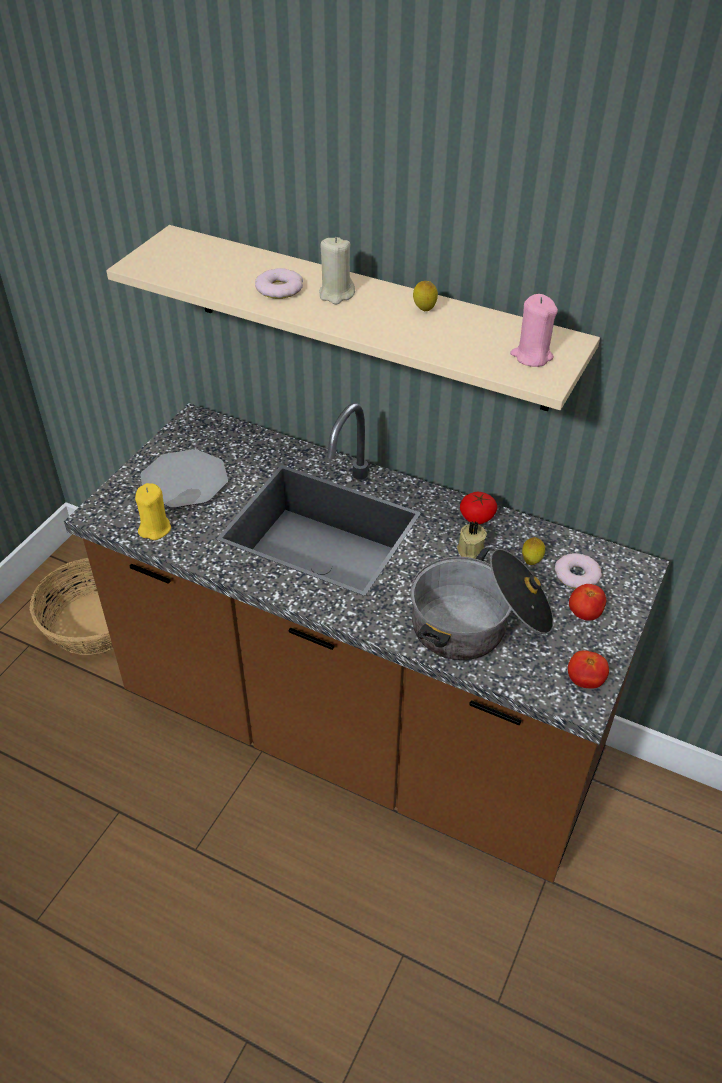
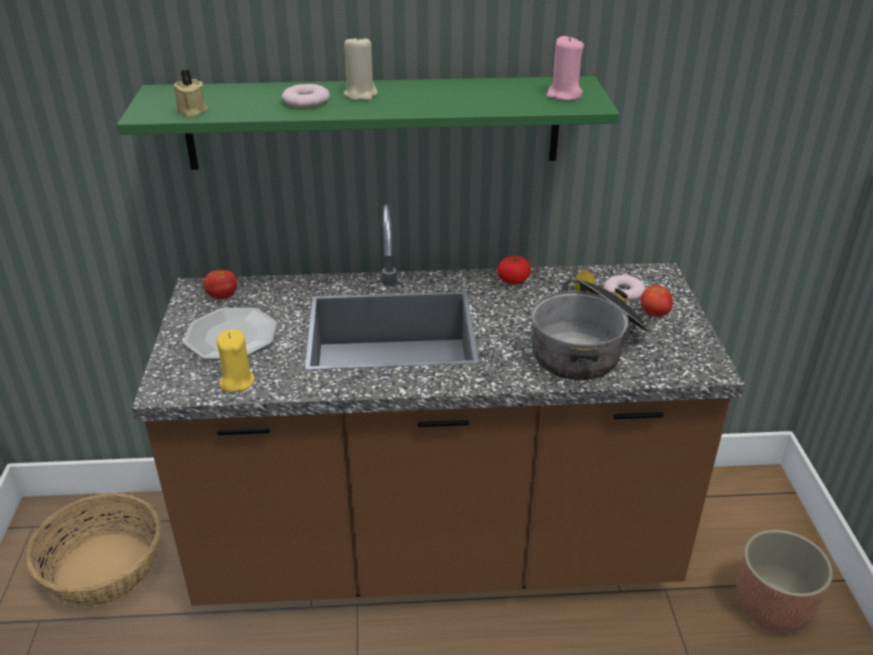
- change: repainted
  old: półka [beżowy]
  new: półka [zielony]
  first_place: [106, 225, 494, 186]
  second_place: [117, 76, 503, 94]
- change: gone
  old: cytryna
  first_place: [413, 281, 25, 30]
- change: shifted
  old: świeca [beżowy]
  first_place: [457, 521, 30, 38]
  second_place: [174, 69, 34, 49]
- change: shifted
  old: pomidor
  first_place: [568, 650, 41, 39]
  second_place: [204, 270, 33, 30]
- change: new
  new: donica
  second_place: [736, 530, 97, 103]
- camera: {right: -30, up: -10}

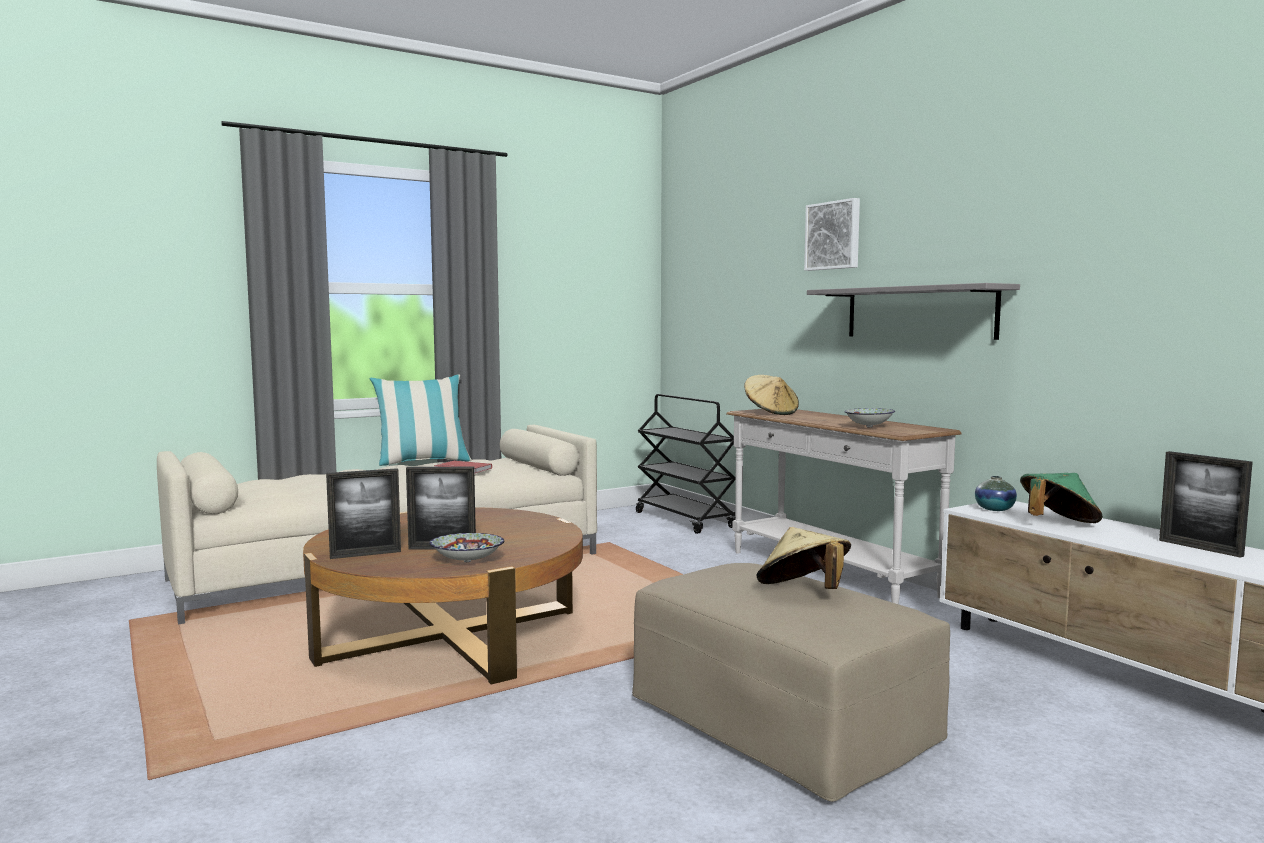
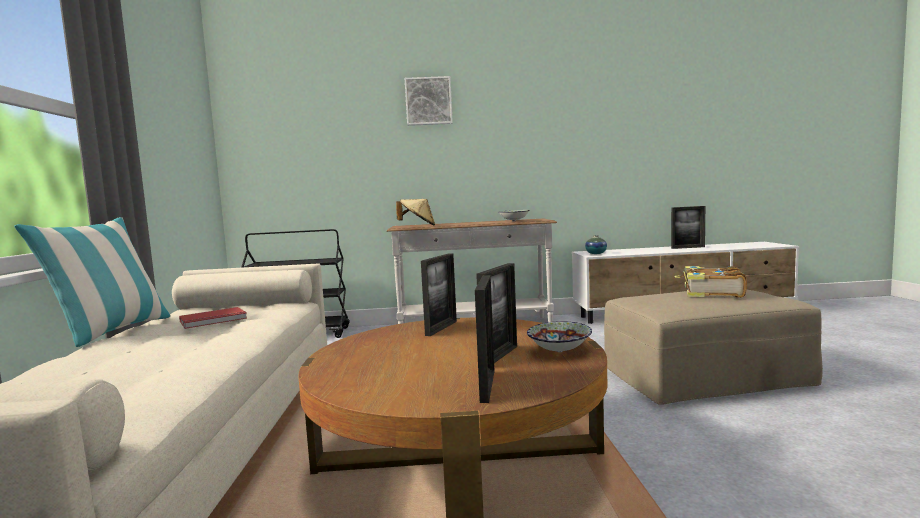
- change: gone
  old: półka [szary]
  first_place: [807, 283, 213, 57]
- change: gone
  old: kapelusz [zielony]
  first_place: [1020, 473, 83, 50]
- change: swapped
  old: kapelusz [beżowy]
  new: książka
  first_place: [757, 527, 94, 62]
  second_place: [674, 266, 73, 32]
- change: new
  new: ramka na zdjęcie
  second_place: [421, 253, 36, 83]
- camera: {right: -60, up: 0}

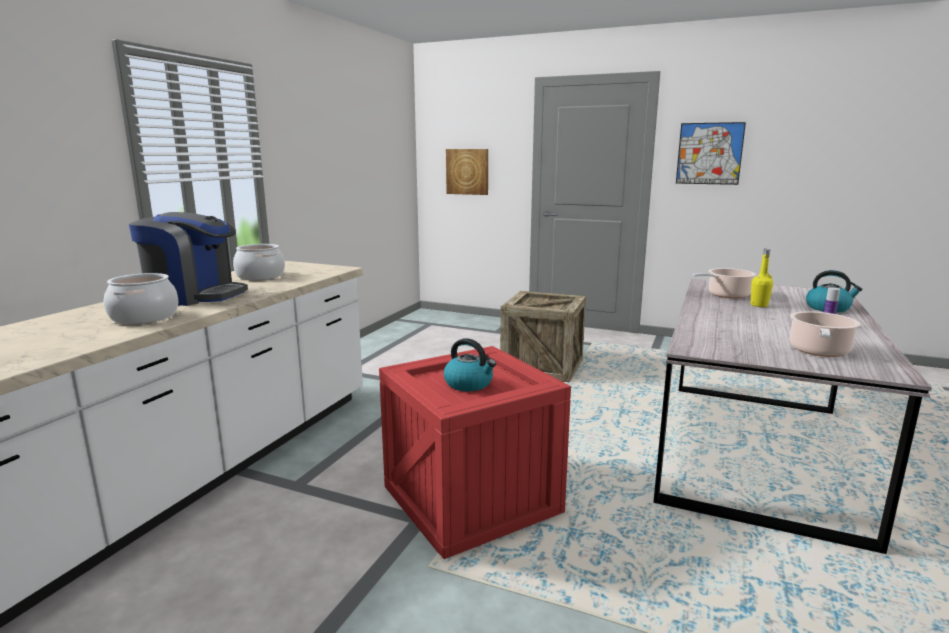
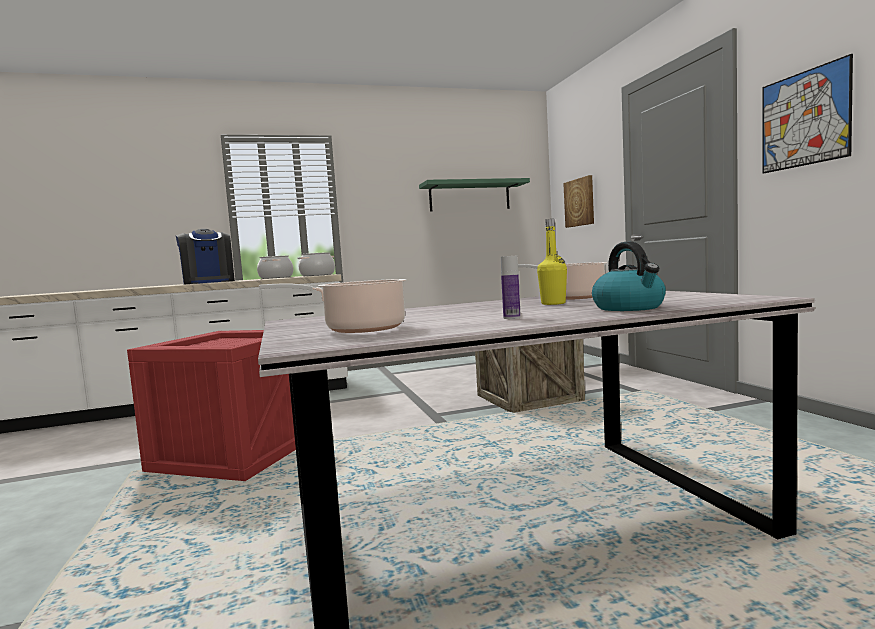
- change: shifted
  old: garnek
  first_place: [104, 273, 74, 51]
  second_place: [298, 252, 37, 24]
- change: gone
  old: czajnik
  first_place: [444, 338, 52, 53]
- change: new
  new: półka [zielony]
  second_place: [419, 178, 111, 33]
- camera: {right: 50, up: -10}

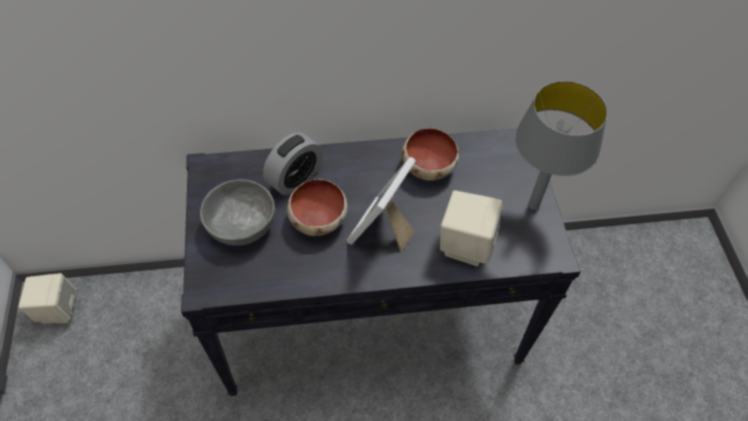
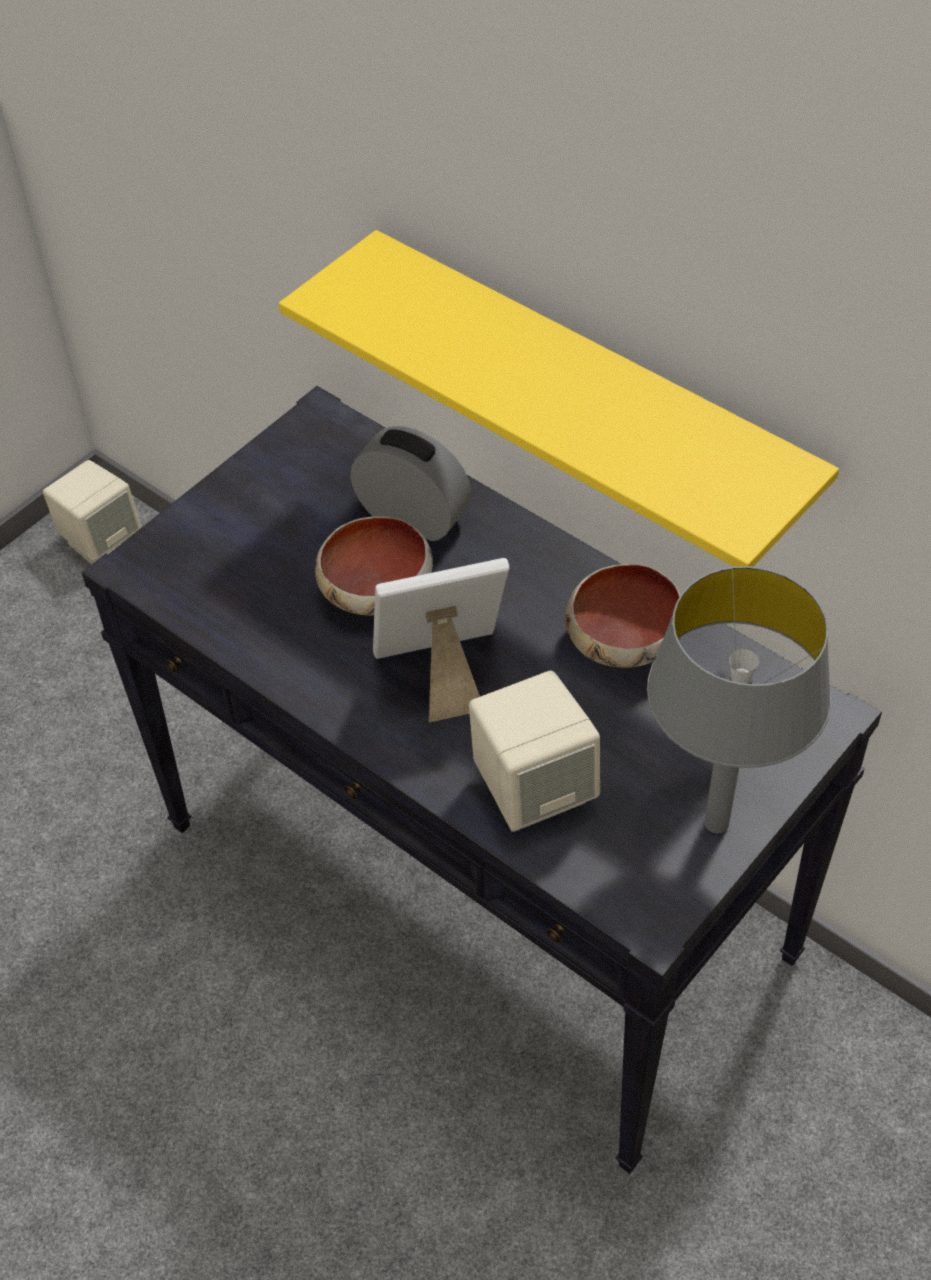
- change: rotated
  old: budzik
  first_place: [263, 132, 60, 64]
  second_place: [351, 426, 120, 115]
  degrees: -150
- change: gone
  old: miska [szary]
  first_place: [200, 179, 75, 67]
- change: new
  new: półka [żółty]
  second_place: [279, 230, 560, 337]
- camera: {right: 50, up: -5}

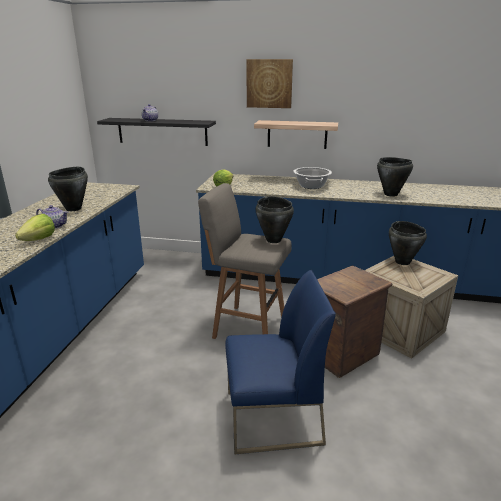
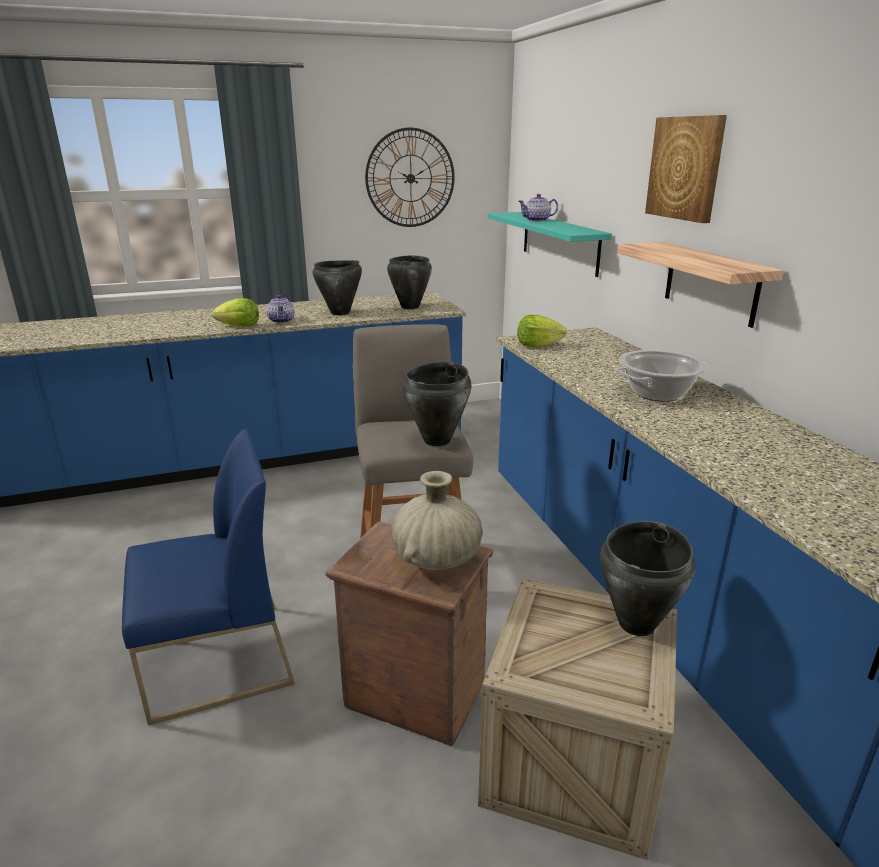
- change: repainted
  old: półka [czarny]
  new: półka [turkusowy]
  first_place: [97, 118, 119, 28]
  second_place: [487, 212, 125, 65]
- change: shifted
  old: garnek [czarny]
  first_place: [377, 157, 36, 40]
  second_place: [387, 255, 45, 54]
- change: rotated
  old: krzesło [niebieski]
  first_place: [225, 270, 111, 184]
  second_place: [122, 428, 173, 298]
  degrees: -75
- change: new
  new: zegar ścienny
  second_place: [365, 127, 90, 100]
- change: new
  new: wazon [beżowy]
  second_place: [391, 471, 92, 99]
- camera: {right: 60, up: 0}

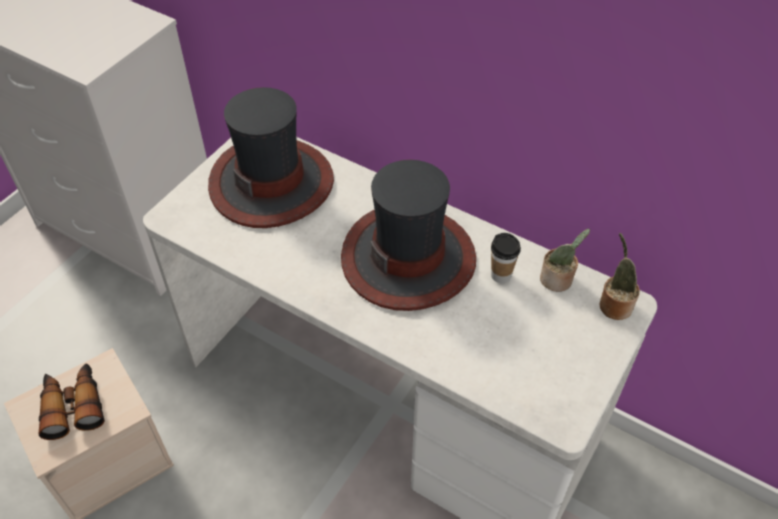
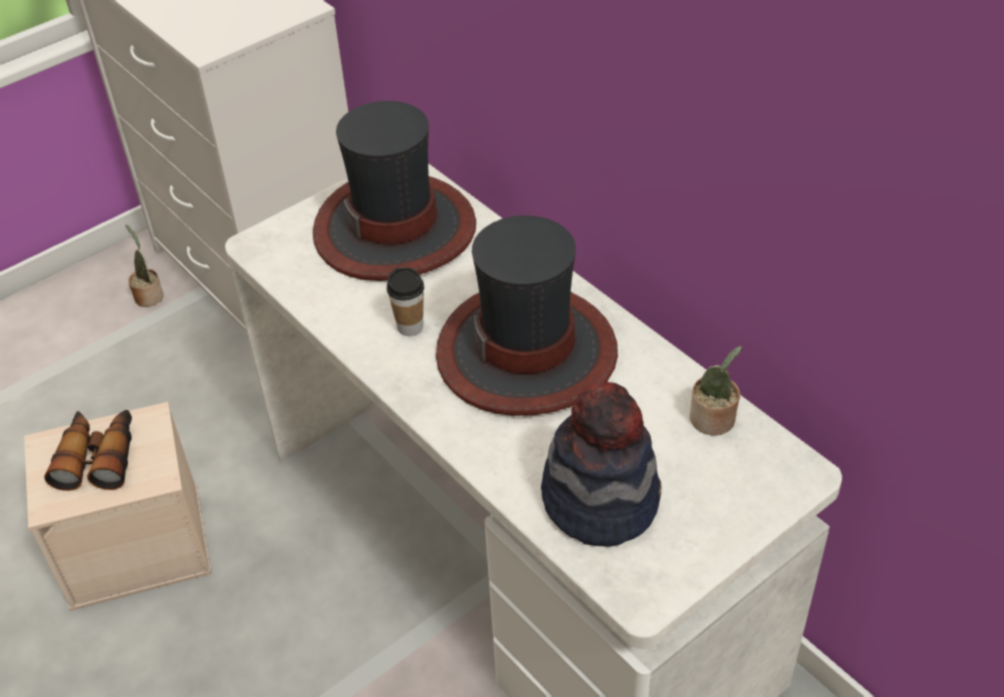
- change: shifted
  old: filiżanka
  first_place: [491, 233, 30, 50]
  second_place: [387, 267, 37, 69]
- change: shifted
  old: roślina doniczkowa
  first_place: [600, 233, 40, 87]
  second_place: [125, 225, 39, 82]
- change: new
  new: kapelusz
  second_place: [541, 382, 120, 165]
- camera: {right: 20, up: -5}

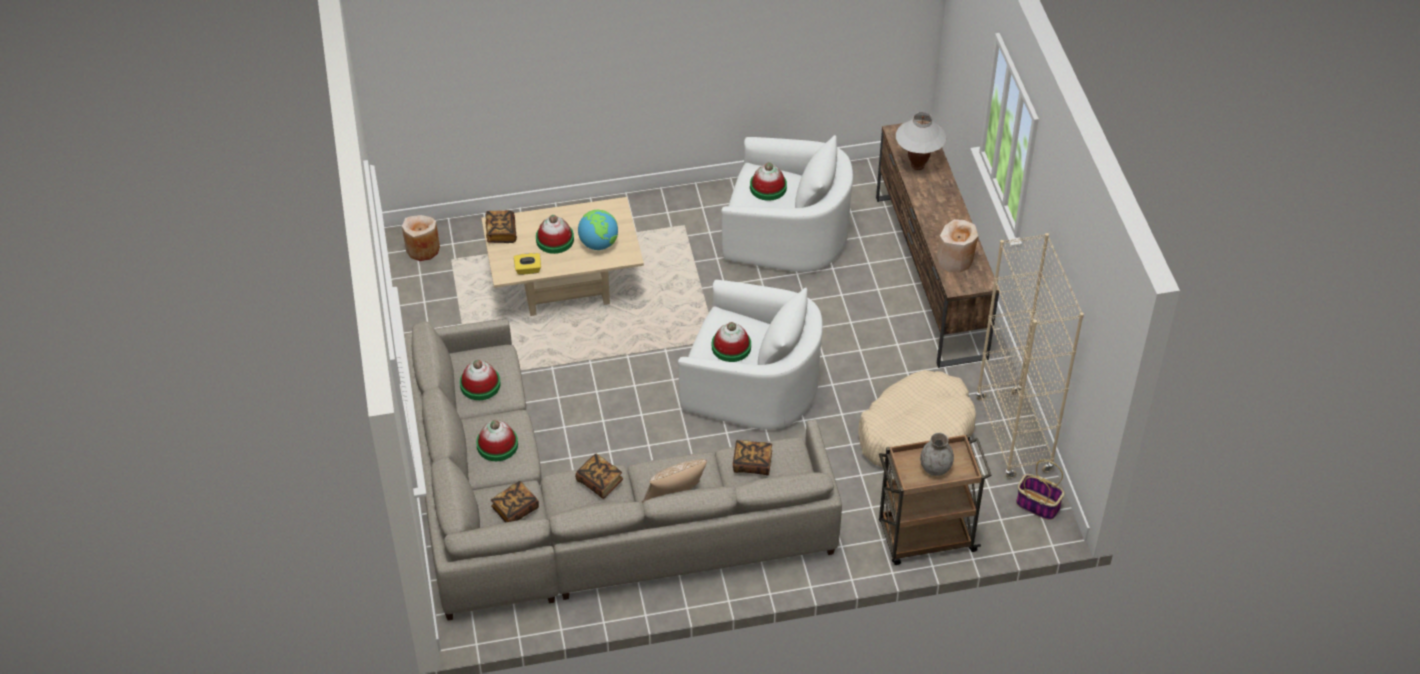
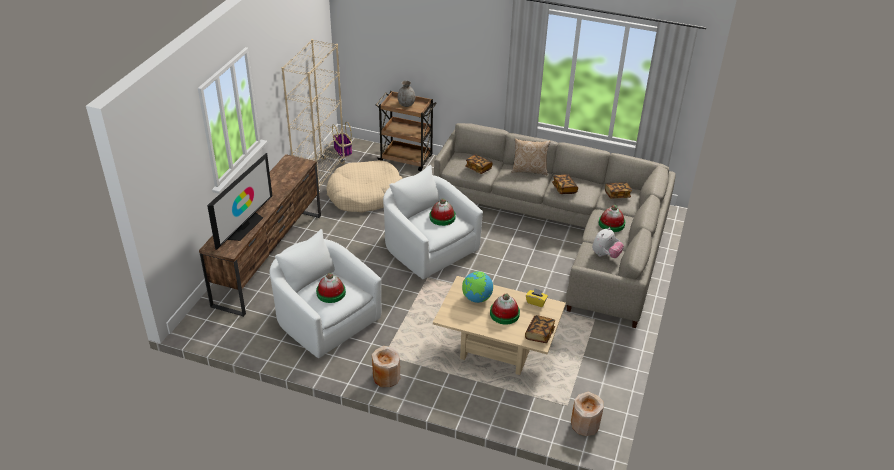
- change: swapped
  old: lampa stołowa [biały]
  new: telewizor
  first_place: [896, 112, 50, 58]
  second_place: [207, 153, 65, 97]
- change: shifted
  old: wazon [beżowy]
  first_place: [937, 219, 41, 54]
  second_place: [372, 346, 28, 41]
- change: swapped
  old: kapelusz
  new: pluszak
  first_place: [460, 360, 41, 40]
  second_place: [592, 228, 32, 30]
- camera: {right: -150, up: -10}

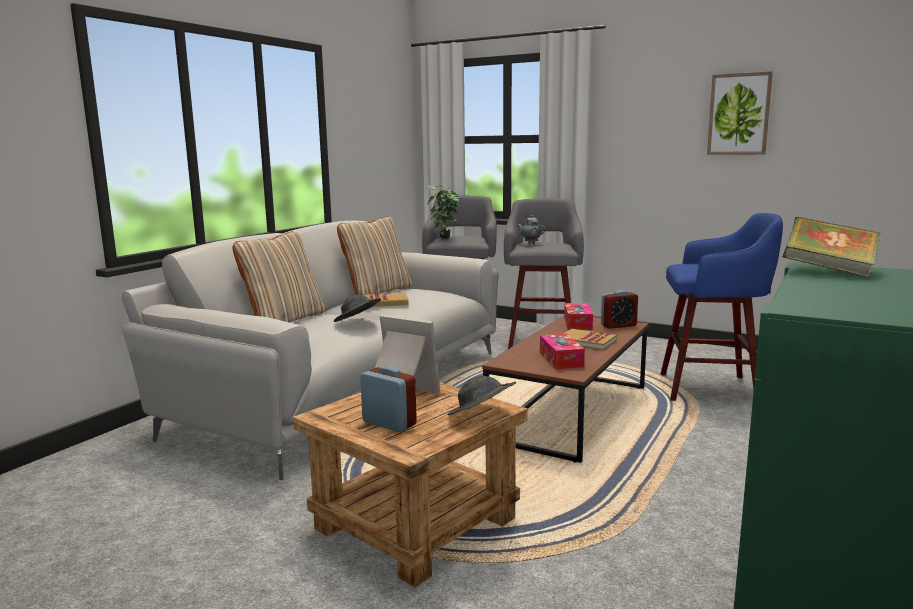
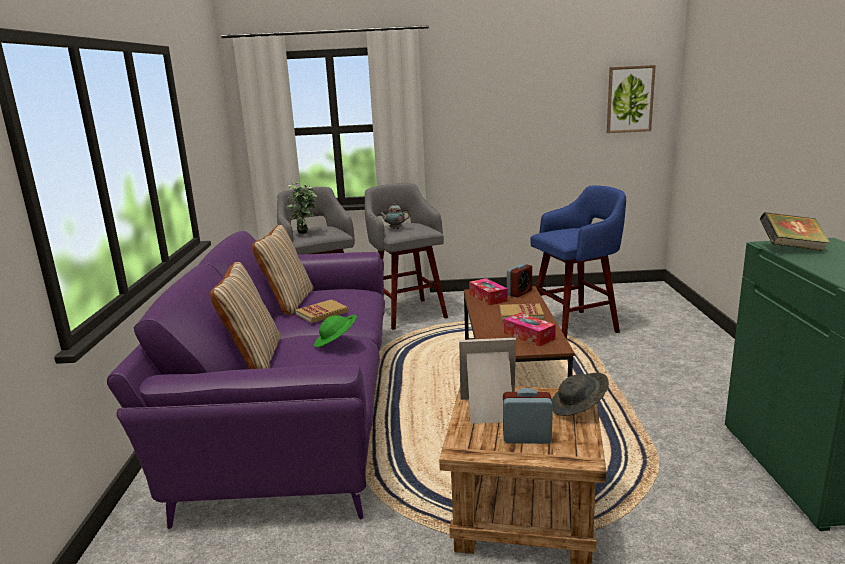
- change: shifted
  old: obraz
  first_place: [707, 71, 66, 84]
  second_place: [607, 65, 49, 68]
- change: repainted
  old: kanapa [szary]
  new: kanapa [fioletowy]
  first_place: [122, 221, 377, 259]
  second_place: [107, 231, 278, 298]
- change: repainted
  old: kapelusz [szary]
  new: kapelusz [zielony]
  first_place: [334, 295, 47, 27]
  second_place: [314, 315, 43, 33]
- camera: {right: -30, up: 5}

